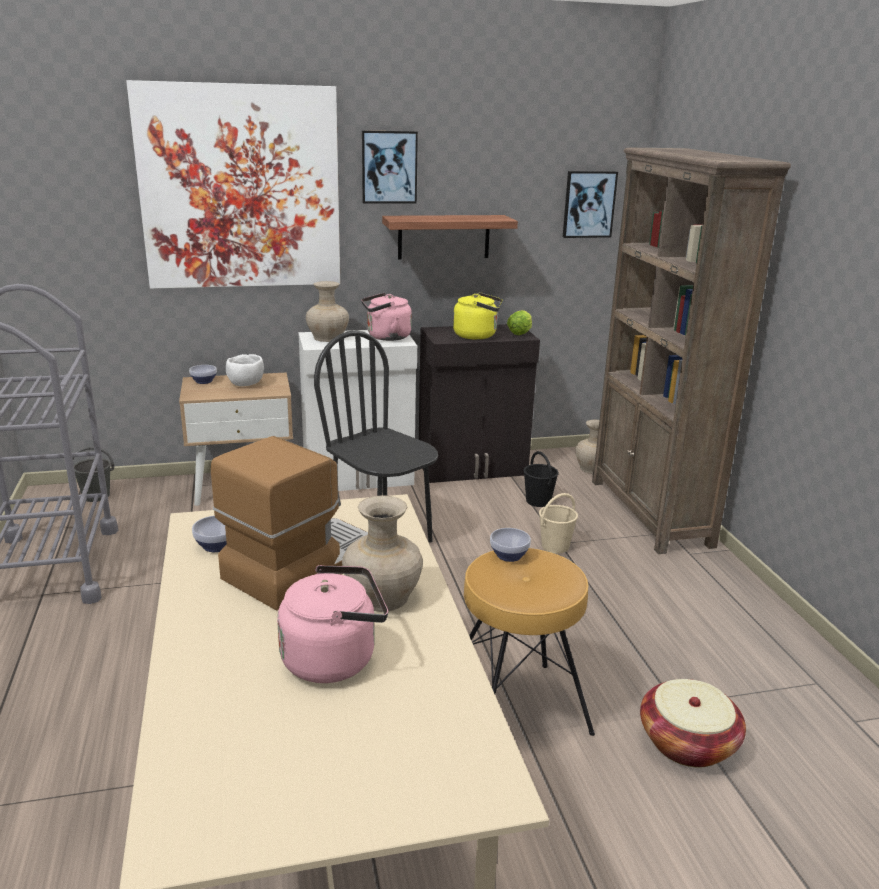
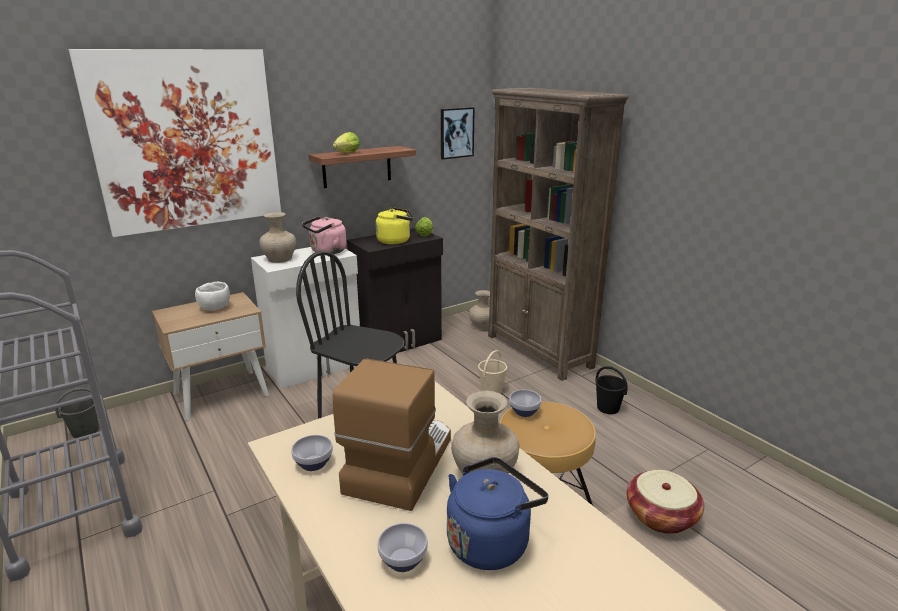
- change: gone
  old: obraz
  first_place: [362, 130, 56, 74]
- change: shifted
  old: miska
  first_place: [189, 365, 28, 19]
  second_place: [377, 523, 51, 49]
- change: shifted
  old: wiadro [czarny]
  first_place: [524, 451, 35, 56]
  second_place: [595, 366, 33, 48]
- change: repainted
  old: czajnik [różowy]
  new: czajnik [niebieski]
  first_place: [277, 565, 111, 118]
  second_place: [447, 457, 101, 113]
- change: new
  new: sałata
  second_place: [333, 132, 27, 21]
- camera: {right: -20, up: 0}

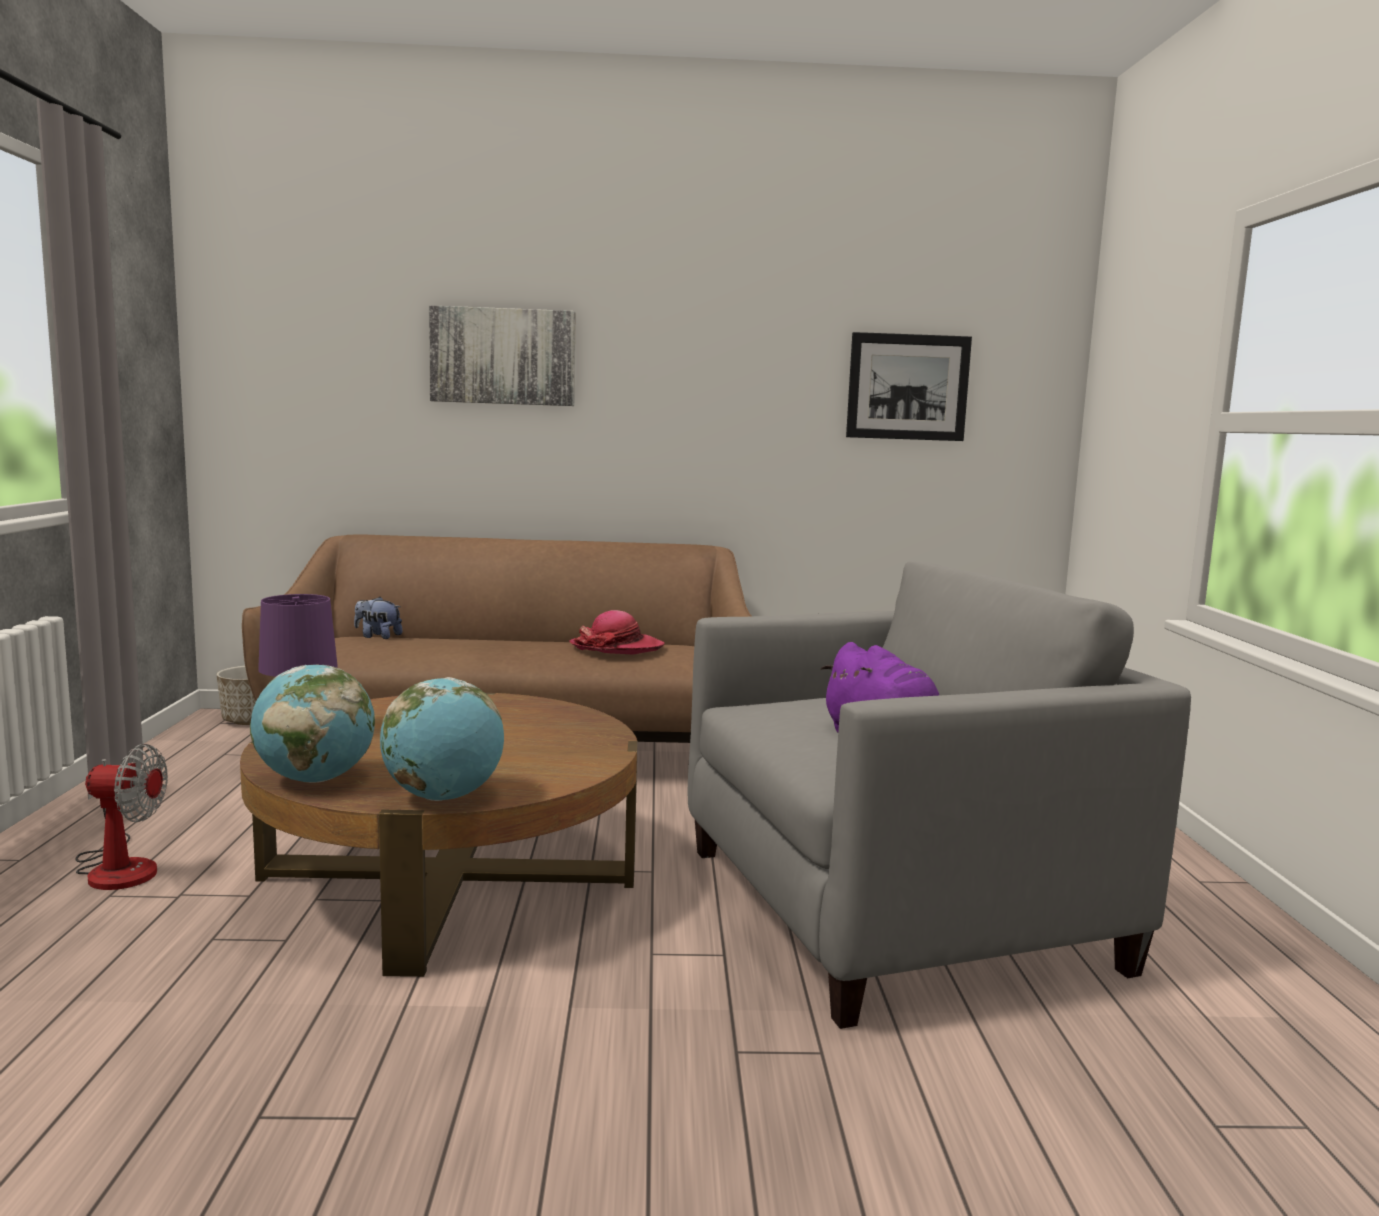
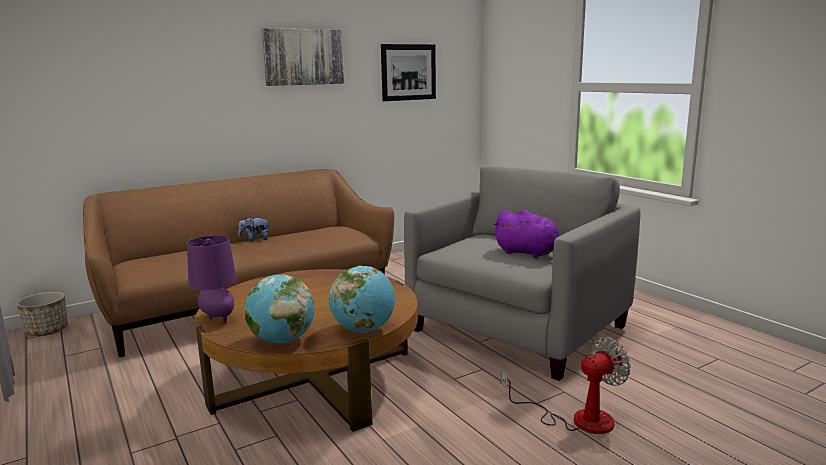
- change: shifted
  old: obraz
  first_place: [429, 305, 147, 101]
  second_place: [262, 28, 82, 58]
- change: shifted
  old: pluszak
  first_place: [354, 597, 48, 42]
  second_place: [238, 216, 32, 25]
- change: gone
  old: kapelusz
  first_place: [569, 610, 96, 45]
- change: shifted
  old: wentylator
  first_place: [76, 744, 92, 146]
  second_place: [501, 337, 130, 97]
- camera: {right: -30, up: 5}

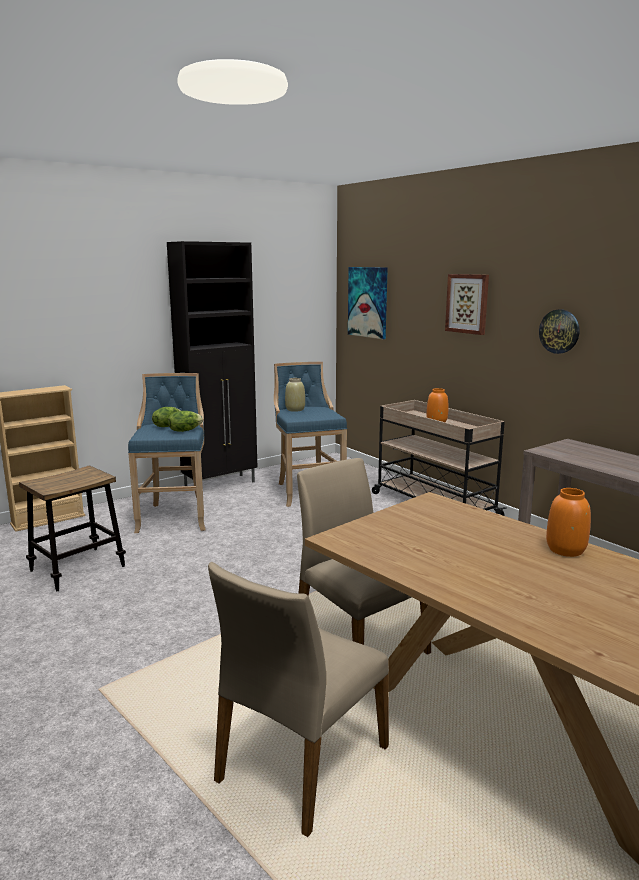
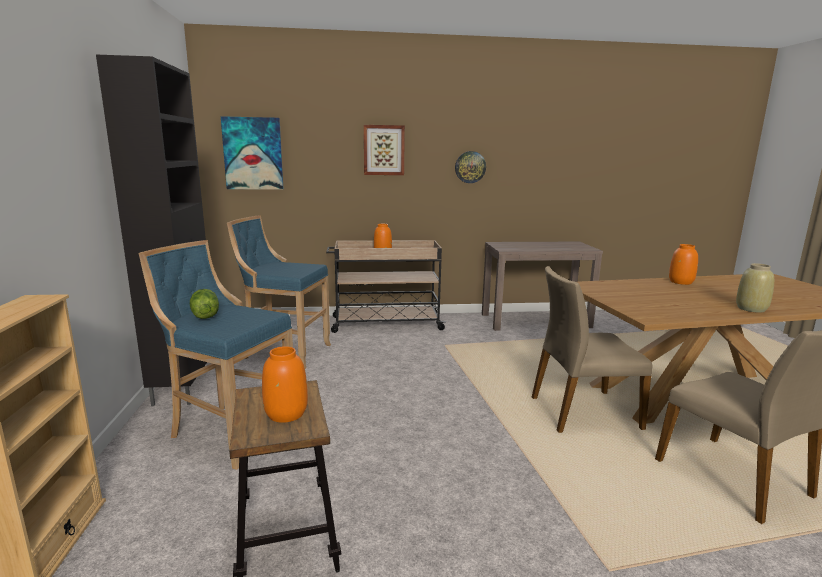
- change: shifted
  old: wazon [beżowy]
  first_place: [285, 378, 20, 34]
  second_place: [736, 263, 38, 50]
- change: gone
  old: sałata
  first_place: [168, 411, 35, 21]
- change: new
  new: wazon [pomarańczowy]
  second_place: [262, 346, 46, 77]
- camera: {right: -60, up: 0}

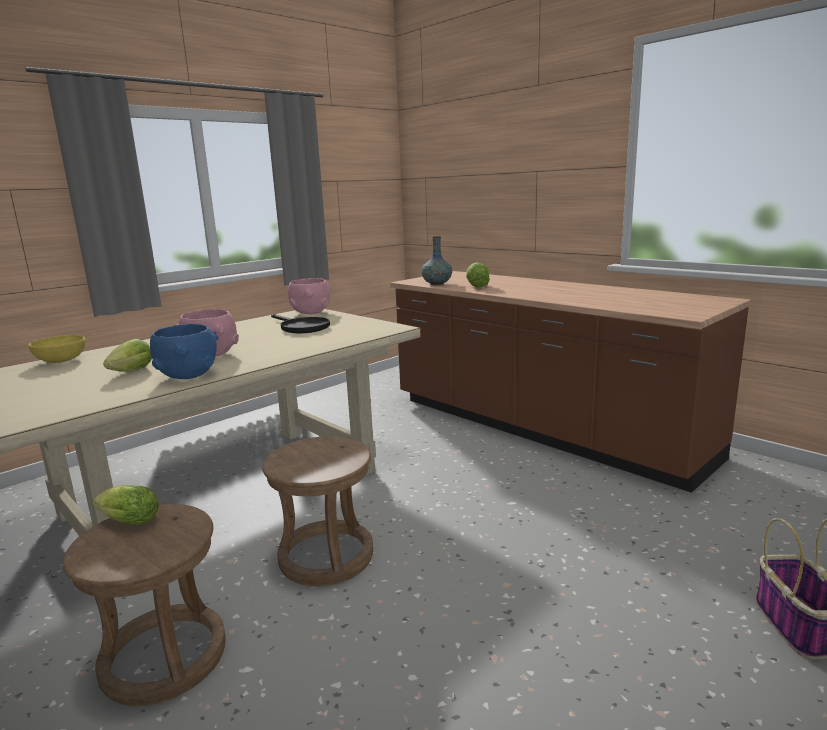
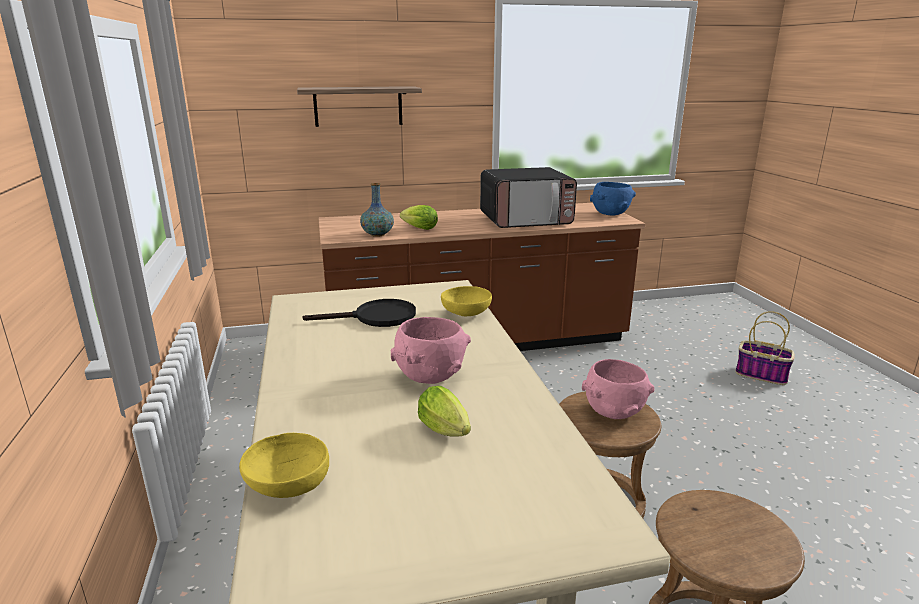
- change: shifted
  old: miska [różowy]
  first_place: [288, 278, 44, 36]
  second_place: [582, 359, 73, 60]
- change: shifted
  old: miska [niebieski]
  first_place: [150, 324, 69, 55]
  second_place: [590, 182, 46, 34]
- change: gone
  old: sałata
  first_place: [93, 485, 66, 40]
- change: new
  new: półka
  second_place: [297, 86, 125, 41]
- change: new
  new: mikrofalówka
  second_place: [480, 167, 97, 61]
- change: new
  new: miska [żółty]
  second_place: [441, 286, 51, 30]
- camera: {right: -60, up: 5}

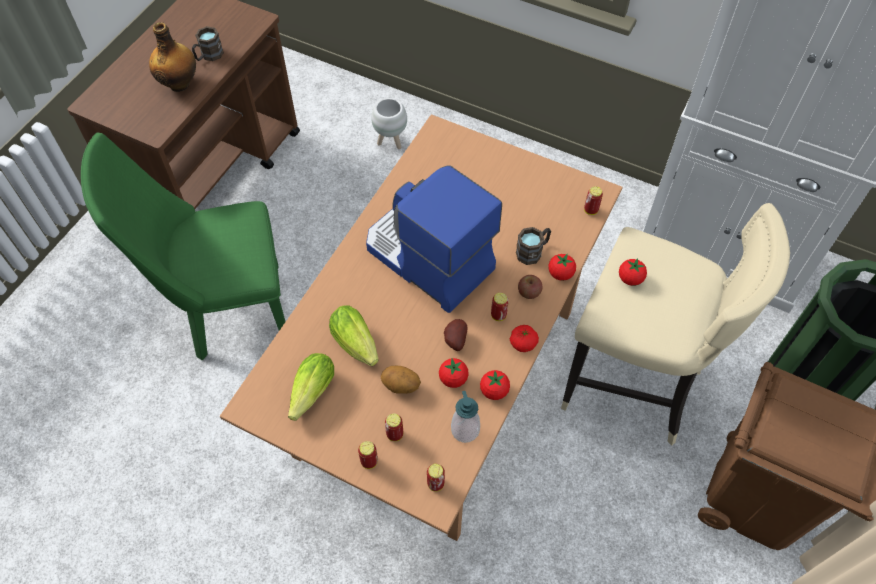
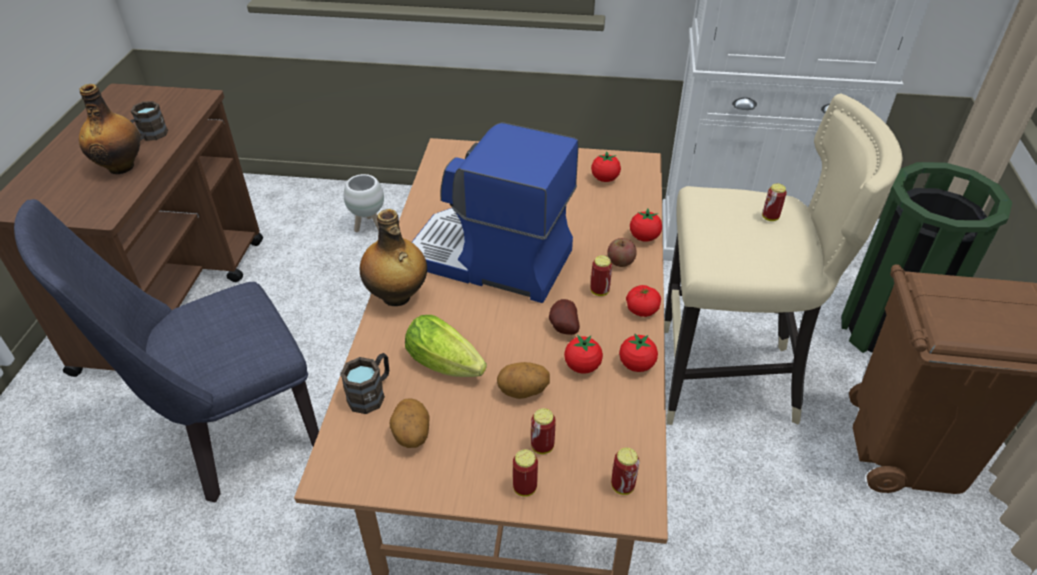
- change: repainted
  old: krzesło [zielony]
  new: krzesło [niebieski]
  first_place: [81, 132, 205, 229]
  second_place: [14, 199, 305, 304]
- change: shifted
  old: puszka
  first_place: [584, 186, 19, 29]
  second_place: [762, 184, 25, 37]
- change: shifted
  old: kubek [brązowy]
  first_place: [516, 227, 35, 38]
  second_place: [340, 353, 49, 61]
- change: shifted
  old: pomidor
  first_place: [619, 258, 28, 28]
  second_place: [591, 151, 30, 31]
- change: swapped
  old: sałata
  new: ziemniak
  first_place: [288, 353, 46, 68]
  second_place: [390, 398, 40, 50]
- change: gone
  old: dozownik mydła
  first_place: [451, 391, 29, 52]
- change: new
  new: butelka
  second_place: [360, 209, 67, 97]
- camera: {right: -20, up: -15}

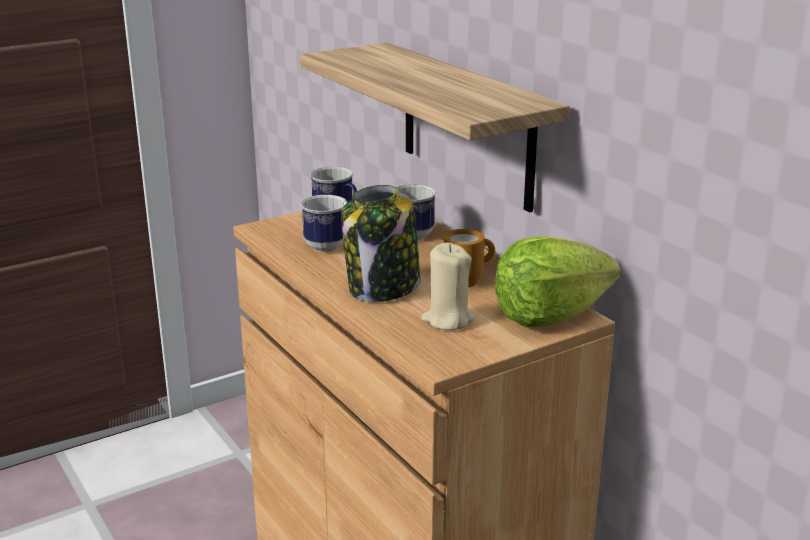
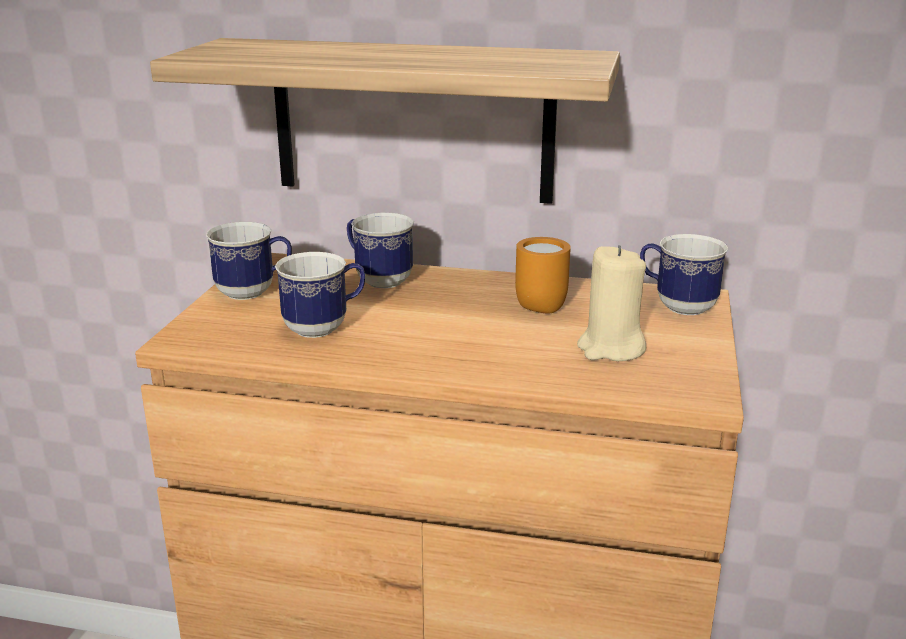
- change: gone
  old: słoik
  first_place: [341, 185, 80, 117]
- change: swapped
  old: sałata
  new: kubek
  first_place: [495, 236, 125, 91]
  second_place: [640, 234, 88, 81]
- camera: {right: -45, up: 0}

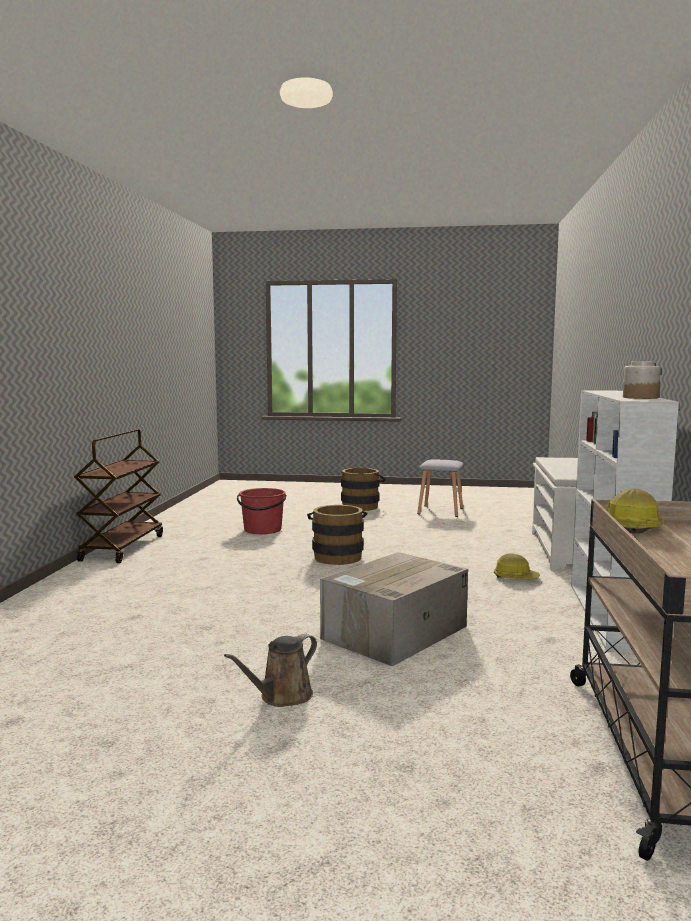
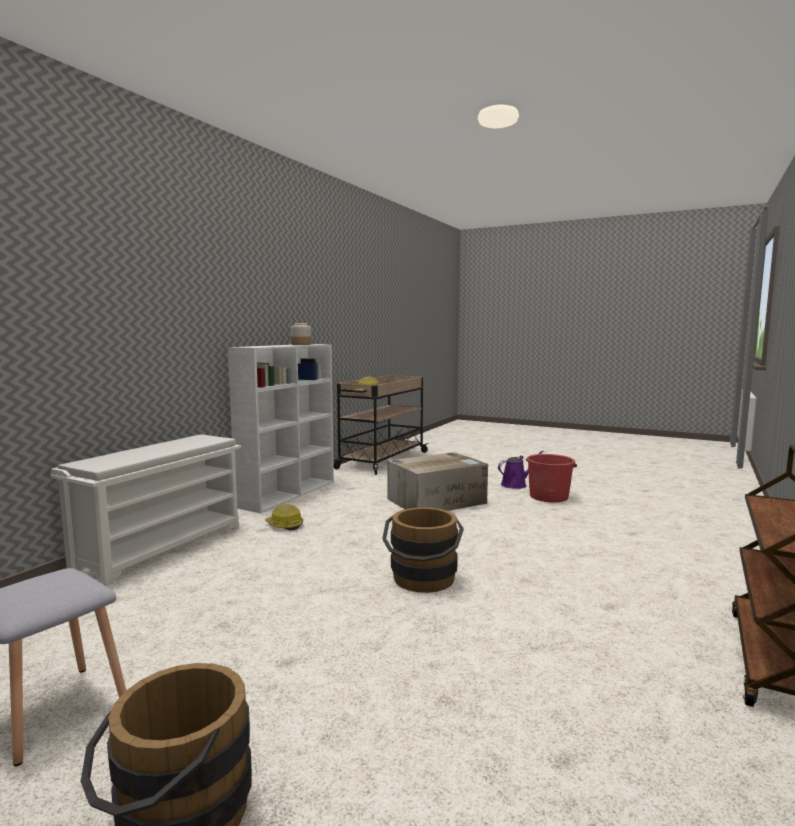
- change: shifted
  old: wiadro [czerwony]
  first_place: [237, 488, 49, 46]
  second_place: [526, 454, 51, 48]
- change: repainted
  old: konewka [brązowy]
  new: konewka [fioletowy]
  first_place: [224, 634, 93, 73]
  second_place: [498, 451, 46, 38]
- camera: {right: -160, up: 0}

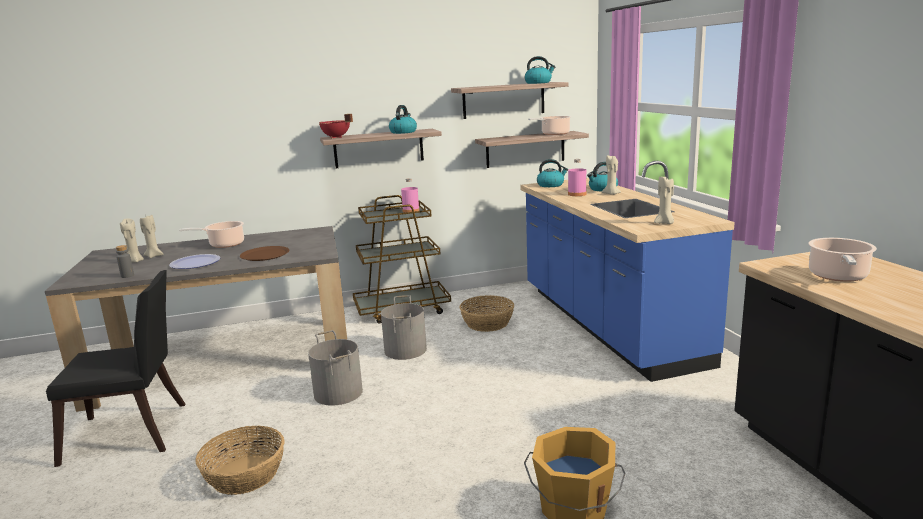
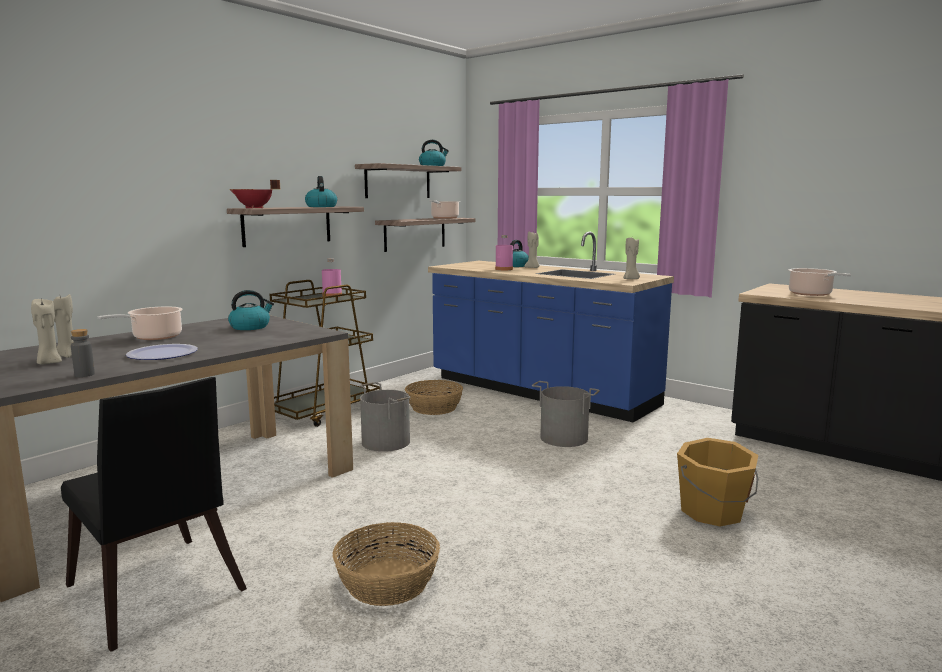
- change: shifted
  old: czajnik
  first_place: [537, 159, 31, 28]
  second_place: [228, 290, 46, 40]
- change: gone
  old: talerz [brązowy]
  first_place: [240, 246, 49, 15]
- change: rotated
  old: krzesło [czarny]
  first_place: [46, 270, 140, 197]
  second_place: [61, 377, 186, 275]
  degrees: 90
- change: shifted
  old: wiadro [szary]
  first_place: [308, 330, 55, 76]
  second_place: [532, 381, 68, 66]
- camera: {right: -35, up: -5}

